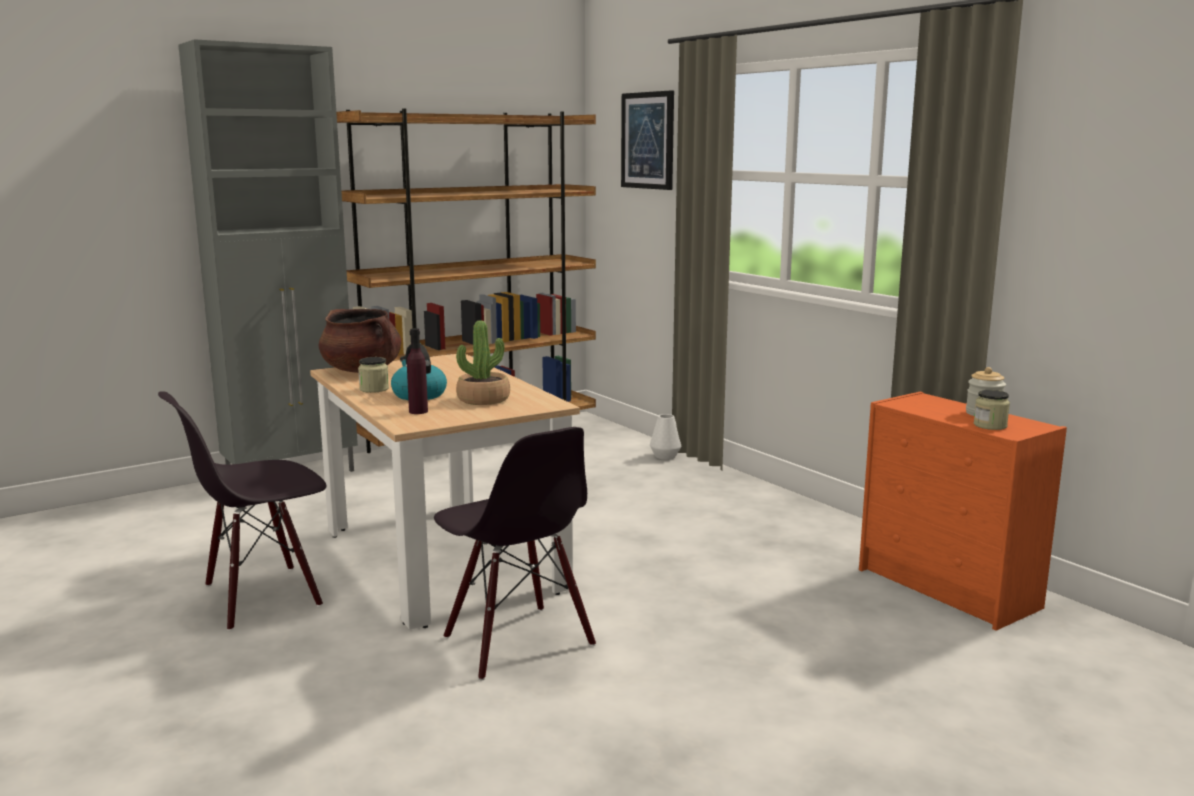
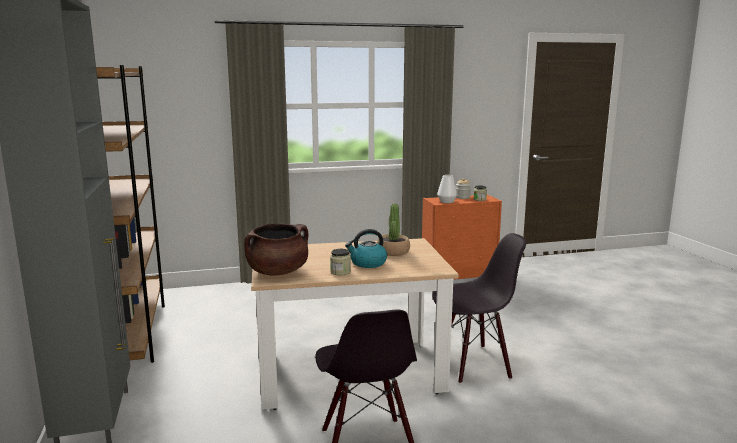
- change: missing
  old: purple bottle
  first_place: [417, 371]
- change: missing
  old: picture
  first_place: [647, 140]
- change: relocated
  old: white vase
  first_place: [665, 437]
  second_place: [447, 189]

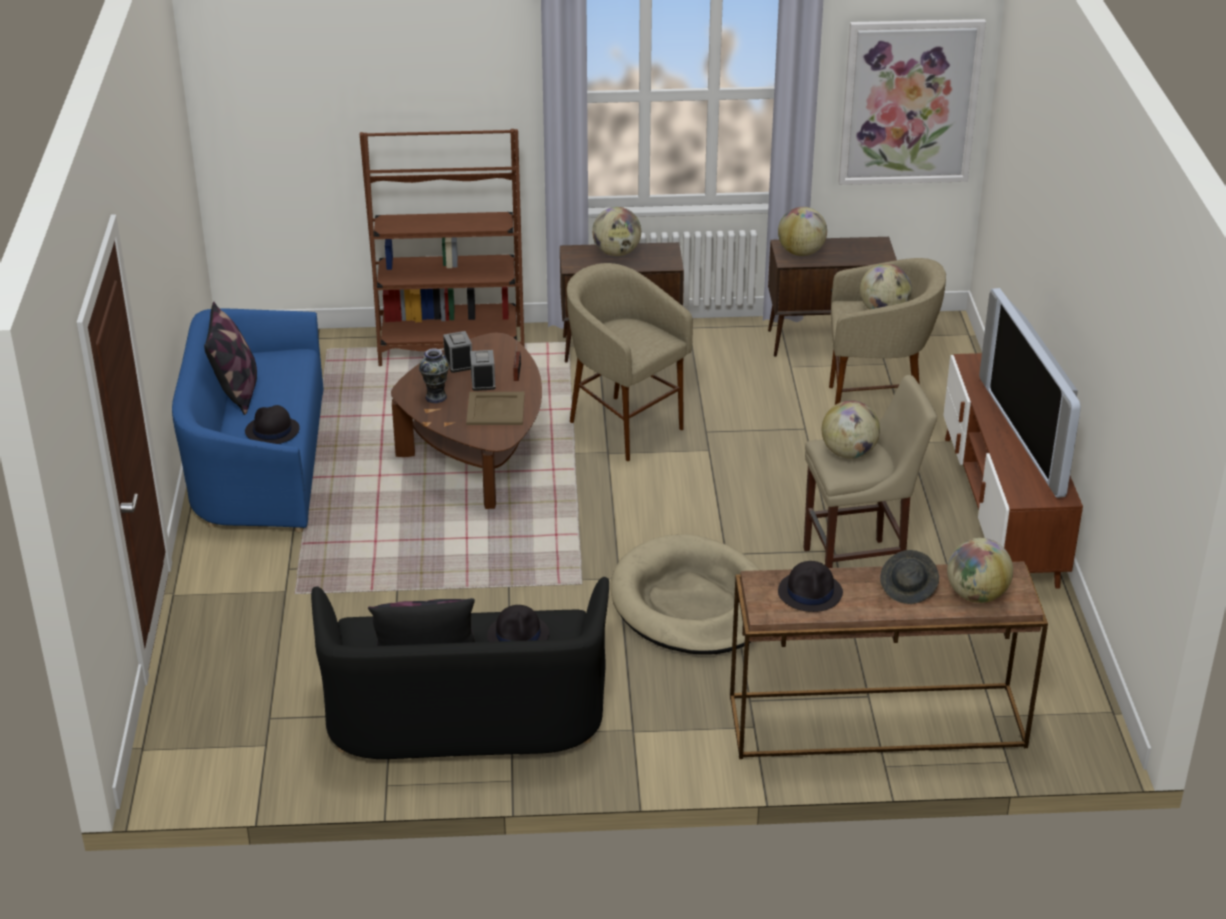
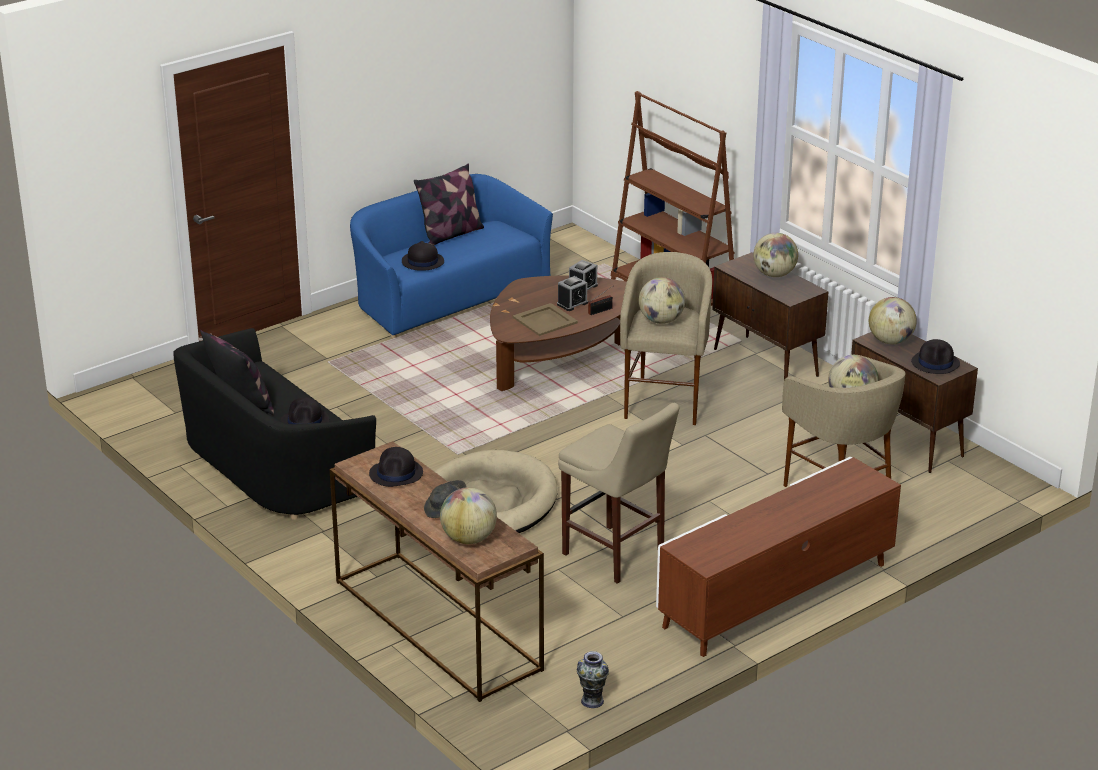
- change: relocated
  old: vase
  first_place: [434, 375]
  second_place: [593, 679]
- change: relocated
  old: globe
  first_place: [851, 429]
  second_place: [662, 300]
- change: missing
  old: picture
  first_place: [912, 102]
- change: missing
  old: television
  first_place: [1030, 393]
- change: appeared
  new: black hat
  second_place: [935, 356]

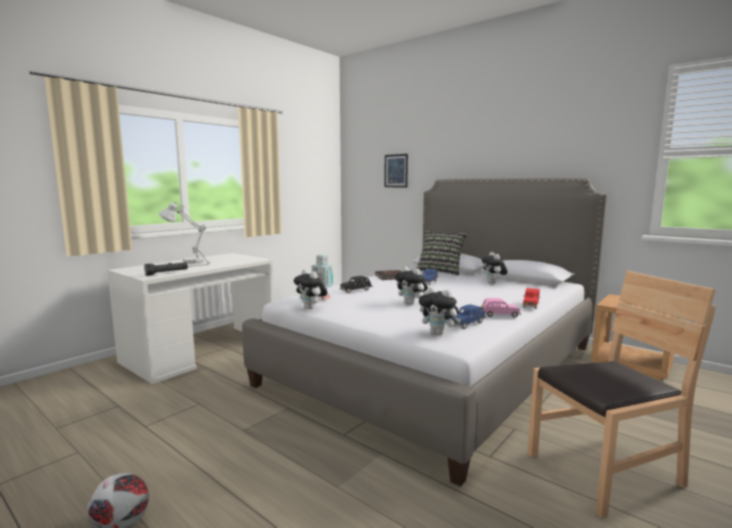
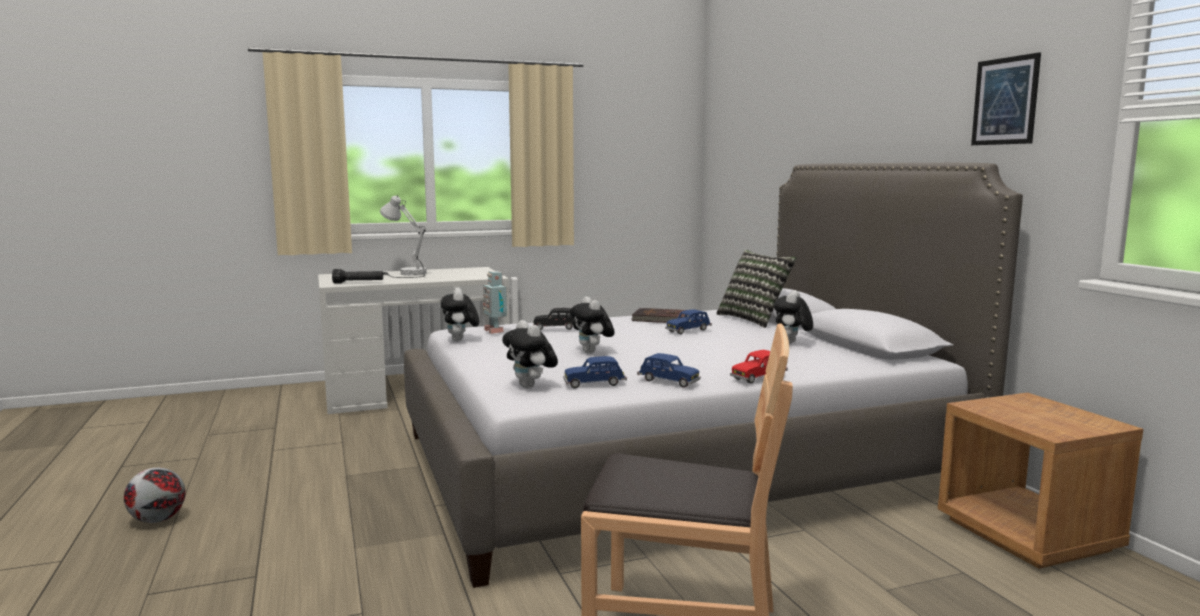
- change: relocated
  old: picture
  first_place: [396, 170]
  second_place: [1006, 98]
- change: colour
  old: pink toy car
  new: blue toy car
  first_place: [501, 308]
  second_place: [669, 370]

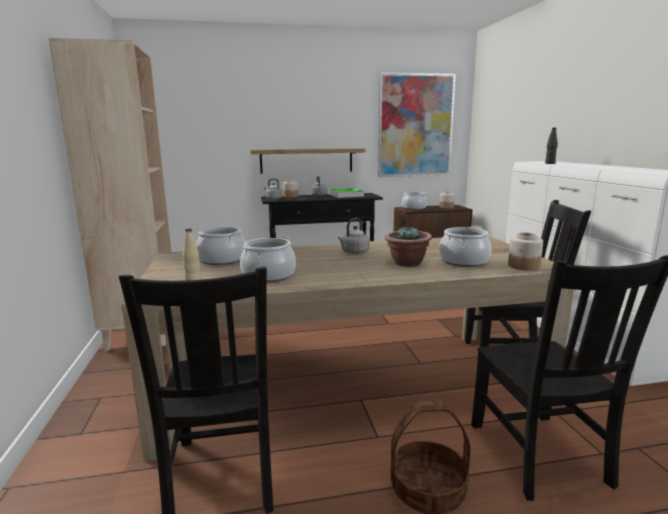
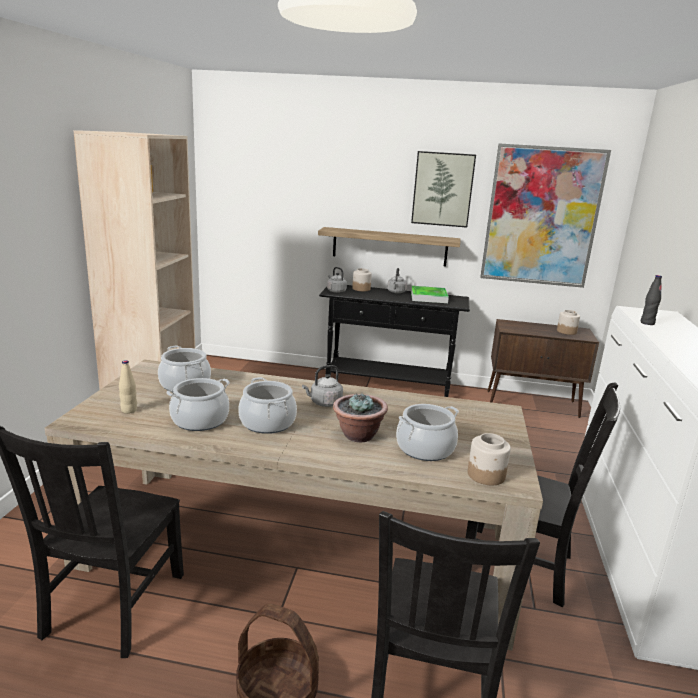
- change: relocated
  old: cooking pot
  first_place: [415, 200]
  second_place: [267, 405]
- change: appeared
  new: picture
  second_place: [443, 189]

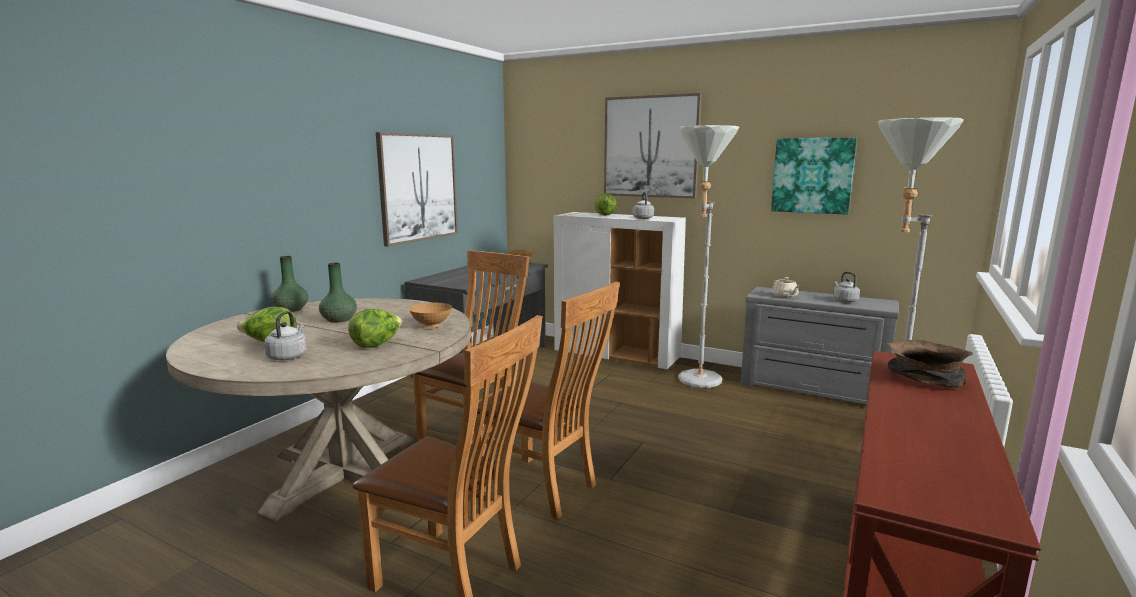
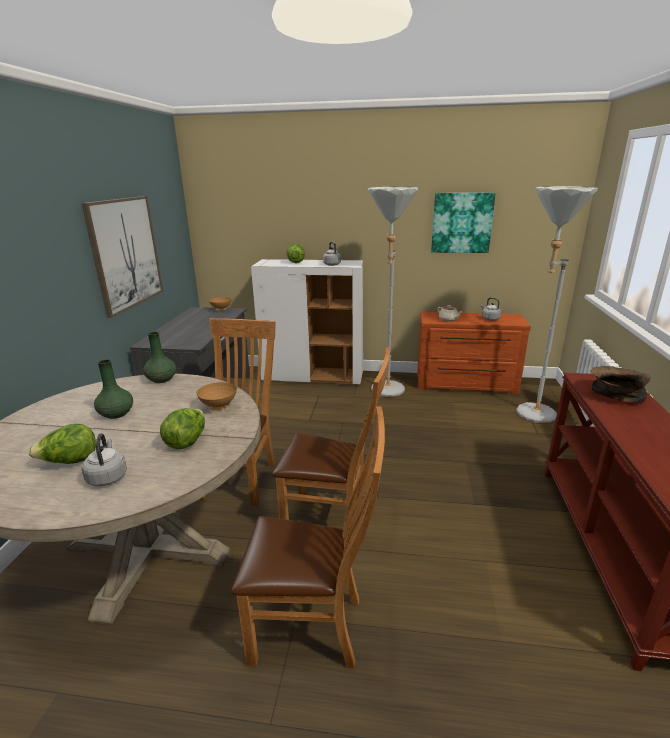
- change: relocated
  old: green vase
  first_place: [290, 284]
  second_place: [159, 357]
- change: missing
  old: picture
  first_place: [653, 145]
- change: colour
  old: grey dresser
  new: brown dresser
  first_place: [819, 346]
  second_place: [474, 353]

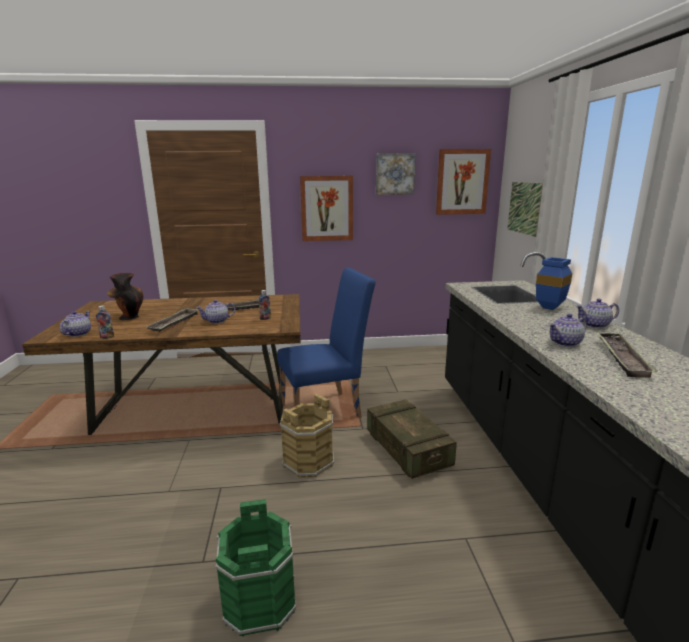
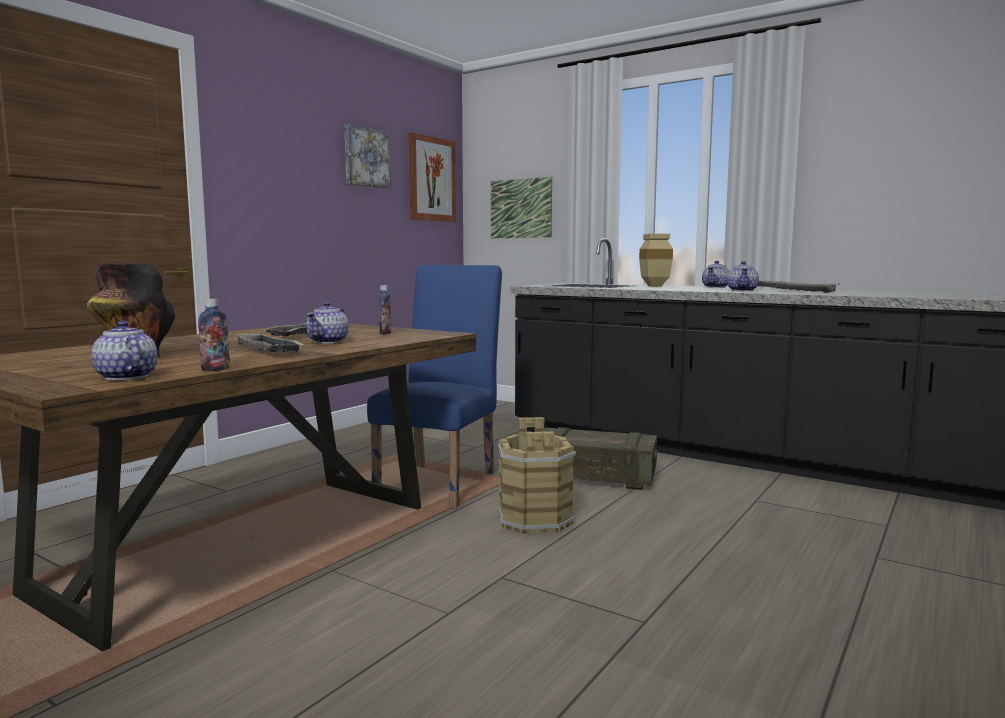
- change: missing
  old: green bucket
  first_place: [256, 568]
- change: missing
  old: picture
  first_place: [326, 208]
- change: colour
  old: blue vase
  new: beige vase
  first_place: [554, 283]
  second_place: [656, 260]

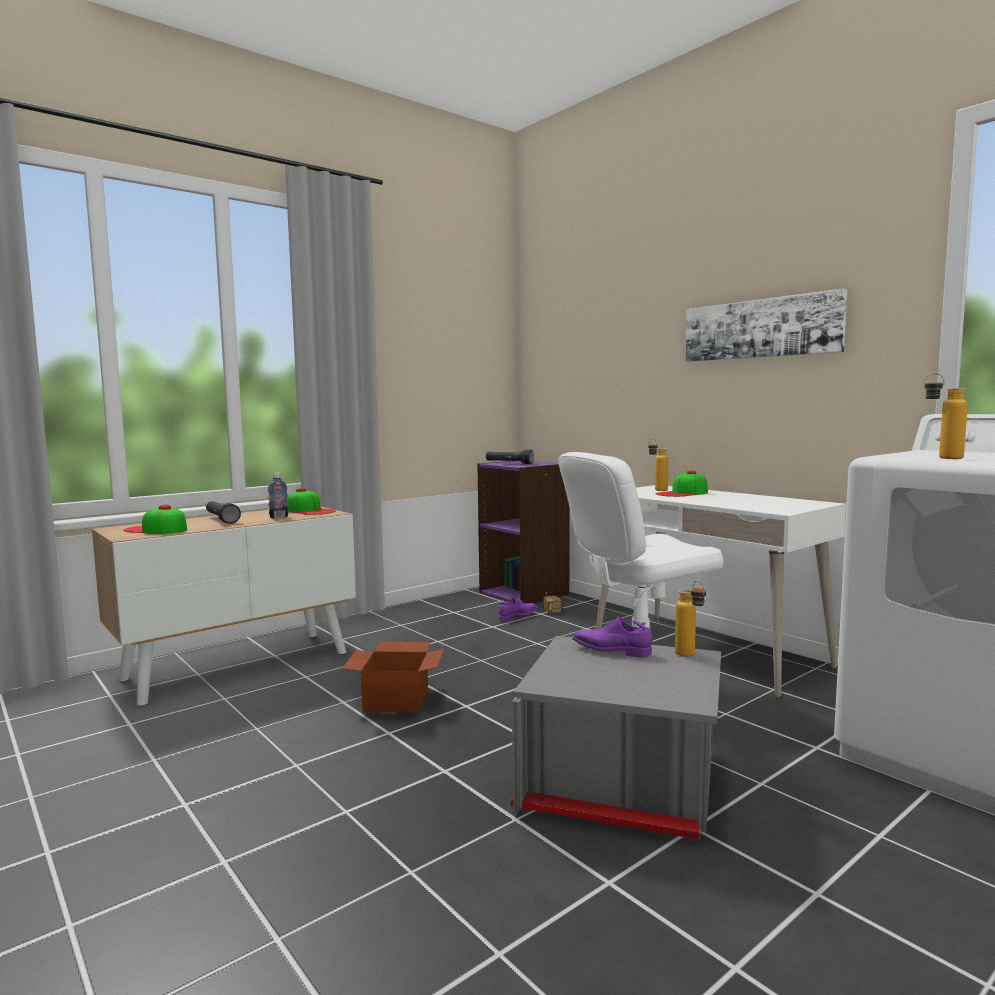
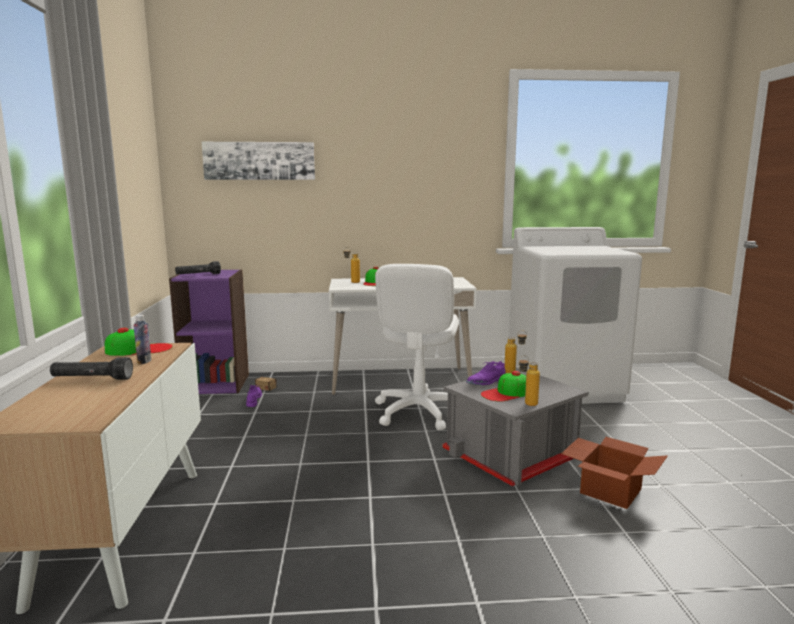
- change: relocated
  old: cap
  first_place: [155, 519]
  second_place: [503, 386]
- change: relocated
  old: cardboard box
  first_place: [393, 677]
  second_place: [614, 473]
- change: relocated
  old: picture
  first_place: [766, 325]
  second_place: [258, 161]
- change: relocated
  old: bottle
  first_place: [945, 416]
  second_place: [529, 380]

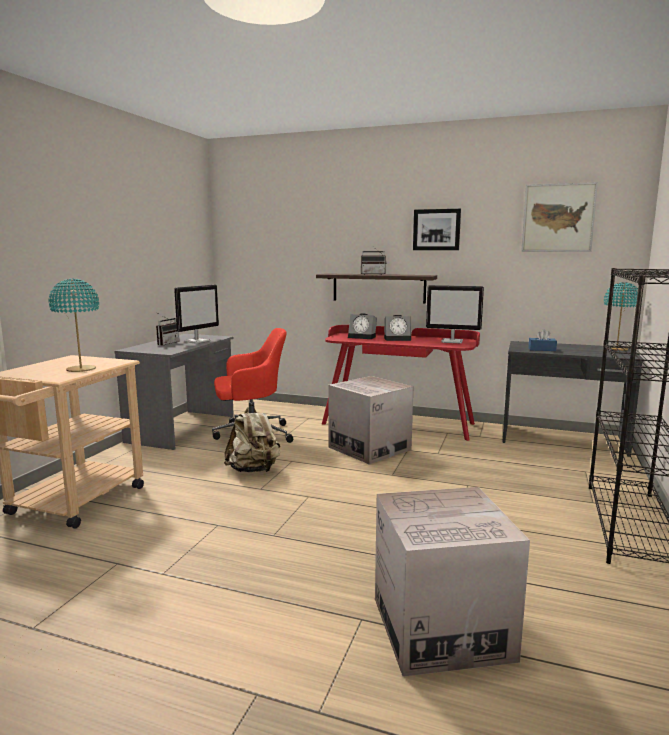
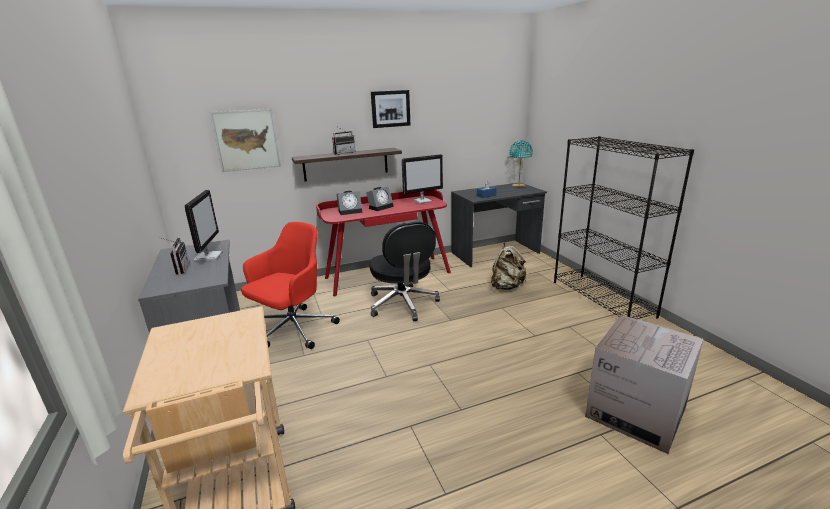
- change: missing
  old: turquoise table lamp
  first_place: [74, 325]
- change: relocated
  old: beige backpack
  first_place: [252, 438]
  second_place: [508, 266]
- change: exchanged
  old: cardboard box
  new: black office chair
  first_place: [371, 420]
  second_place: [405, 271]
- change: relocated
  old: picture
  first_place: [559, 217]
  second_place: [245, 140]

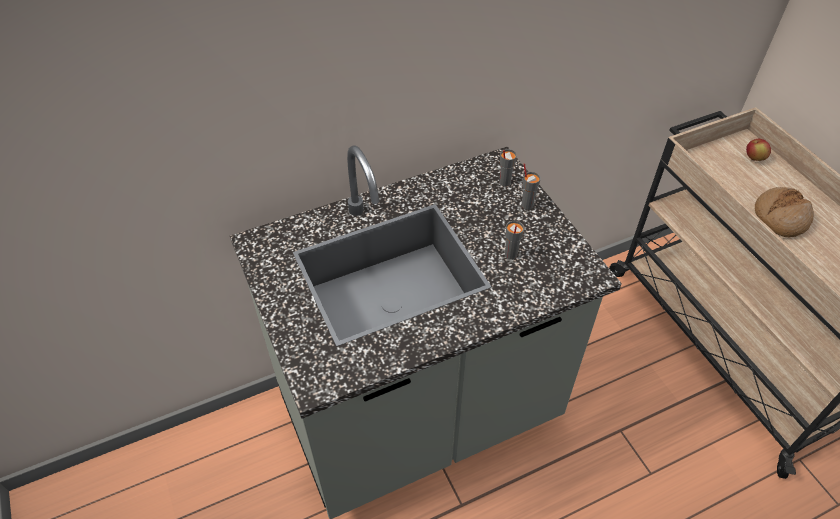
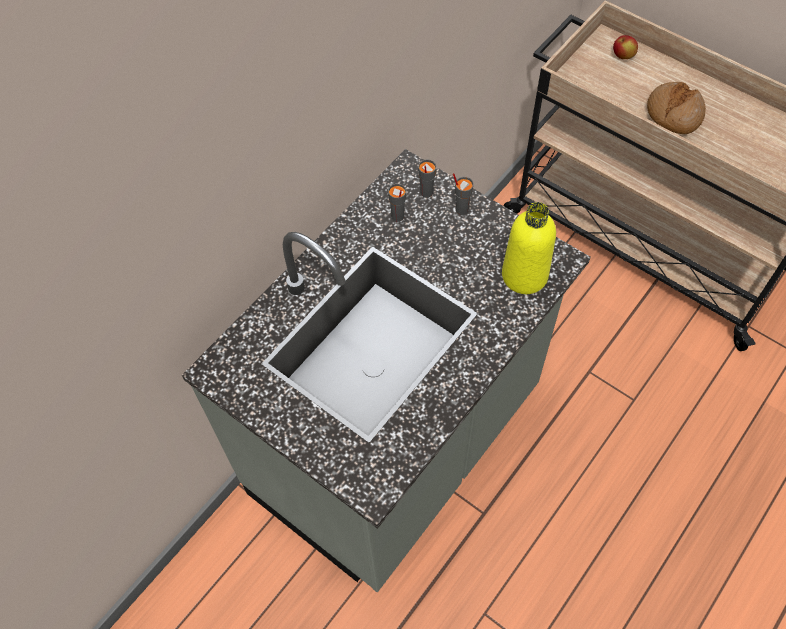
- change: relocated
  old: grey cup
  first_place: [514, 240]
  second_place: [397, 203]
- change: appeared
  new: yellow bottle
  second_place: [529, 248]

